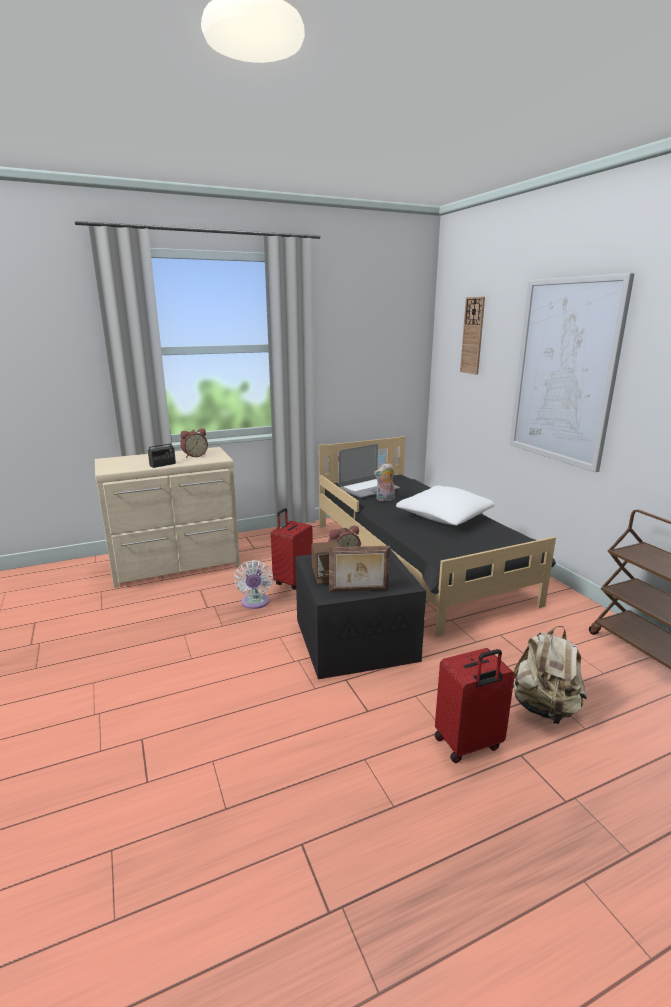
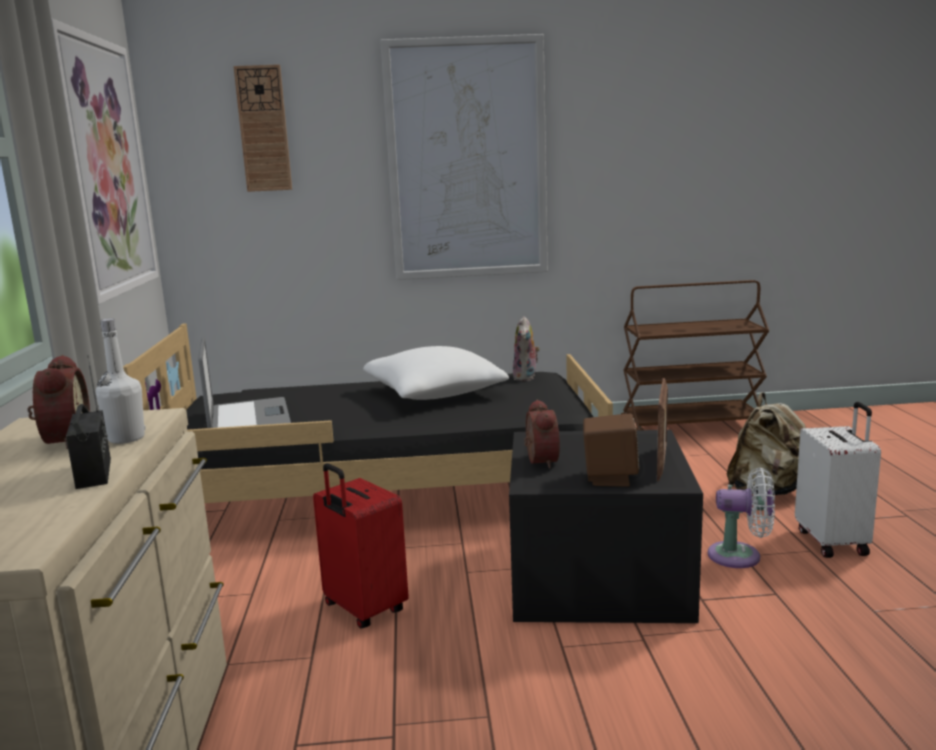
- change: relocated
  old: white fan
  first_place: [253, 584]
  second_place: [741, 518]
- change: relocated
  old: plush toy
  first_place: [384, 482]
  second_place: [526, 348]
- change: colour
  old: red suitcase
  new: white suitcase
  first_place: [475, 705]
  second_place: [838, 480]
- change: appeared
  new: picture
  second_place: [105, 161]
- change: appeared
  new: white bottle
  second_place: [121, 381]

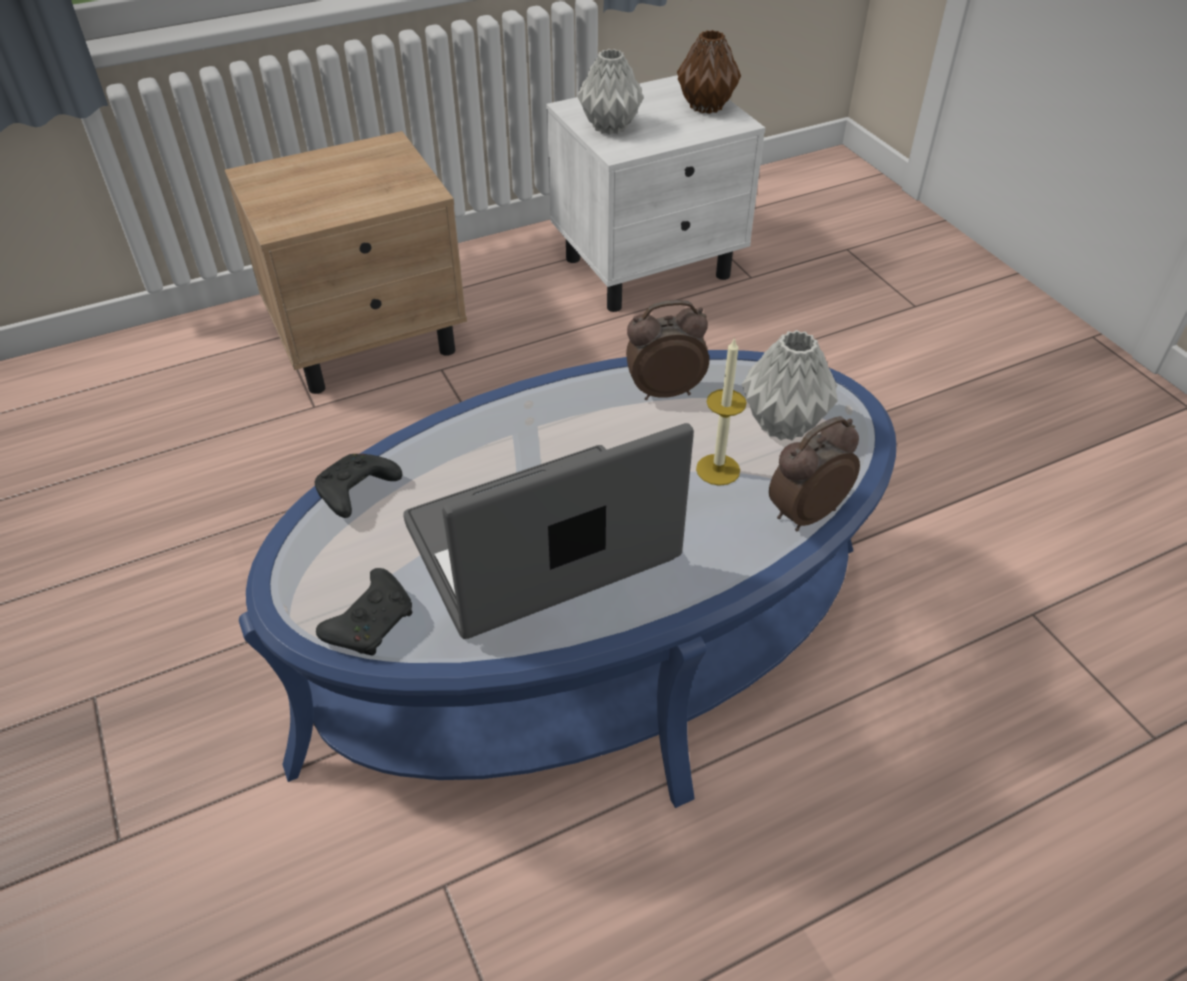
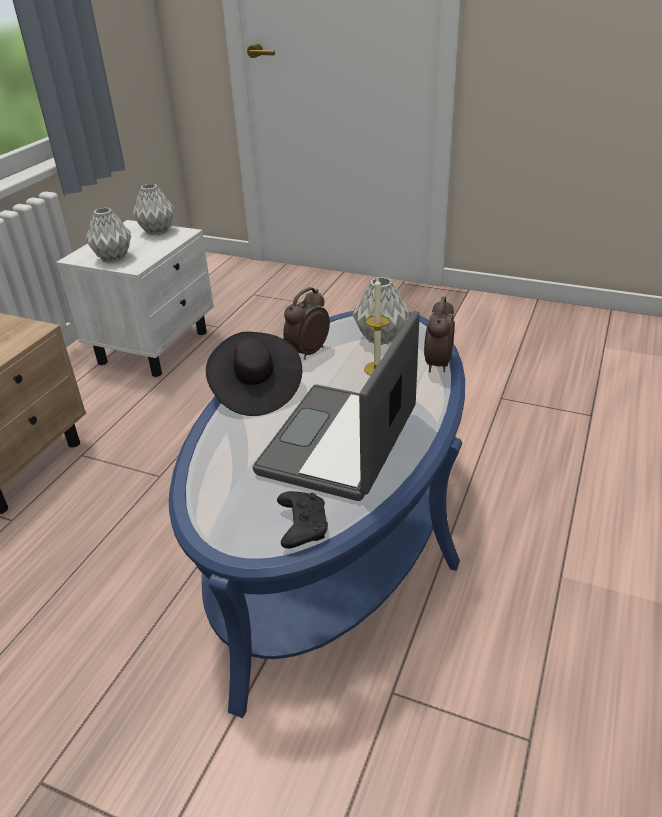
- change: missing
  old: black game controller
  first_place: [358, 486]
- change: colour
  old: brown vase
  new: grey vase
  first_place: [709, 72]
  second_place: [154, 210]
- change: appeared
  new: black hat
  second_place: [254, 373]

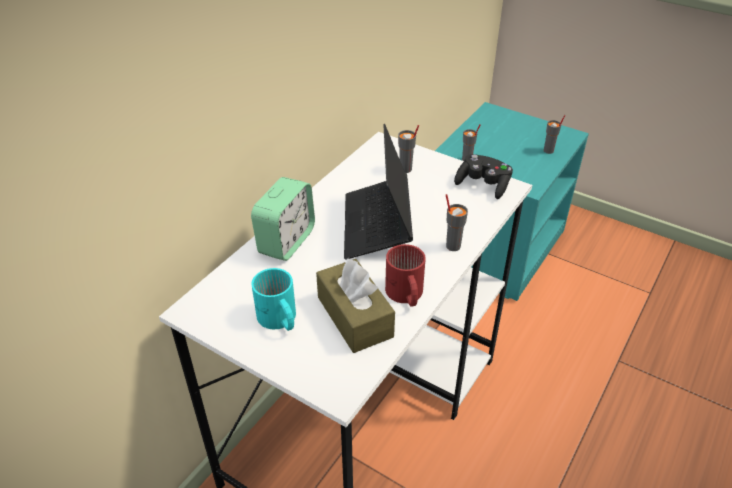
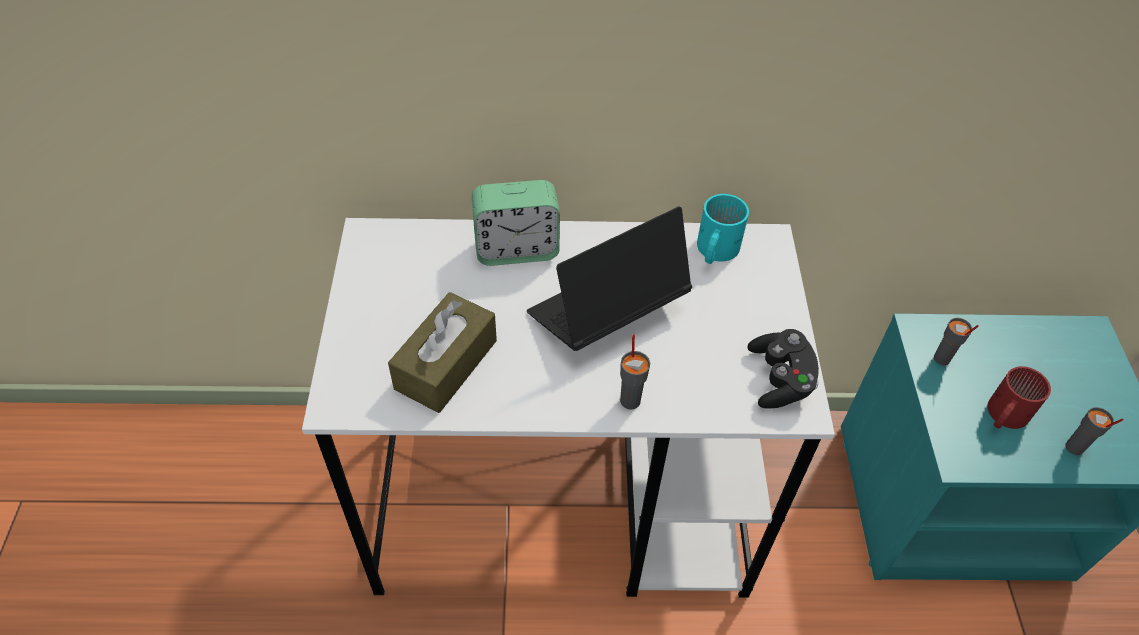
- change: relocated
  old: turquoise mug
  first_place: [273, 299]
  second_place: [723, 229]
- change: relocated
  old: red mug
  first_place: [405, 275]
  second_place: [1019, 397]
- change: missing
  old: grey cup
  first_place: [408, 149]

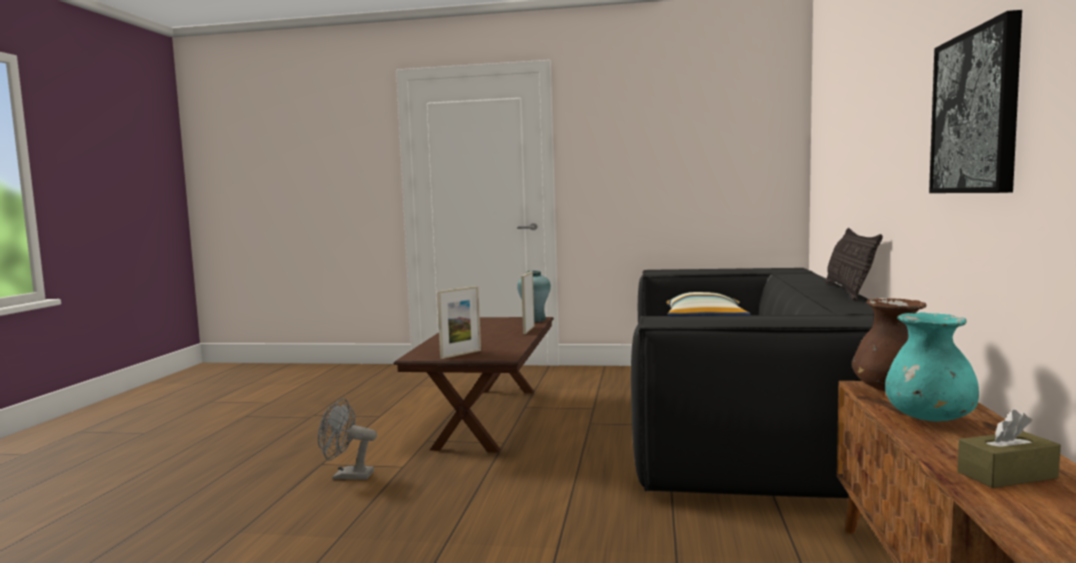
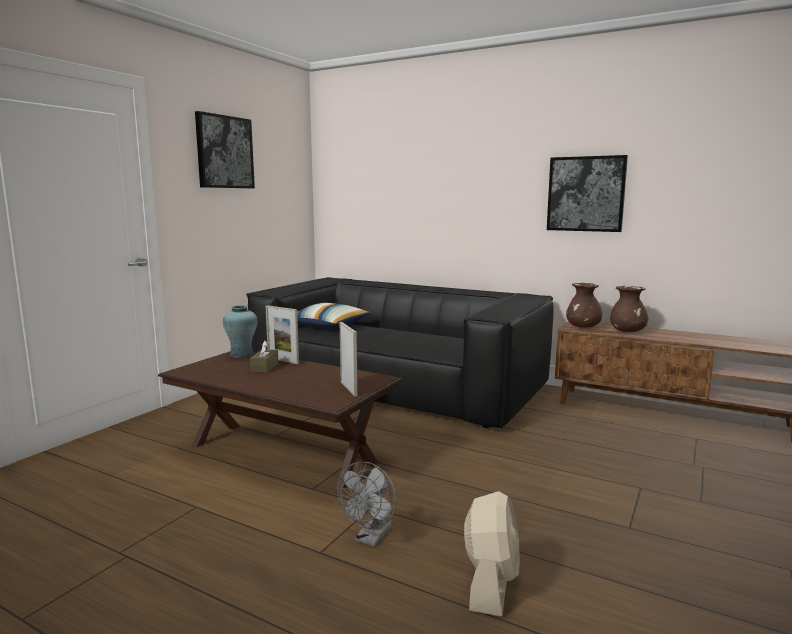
- change: missing
  old: pillow
  first_place: [854, 264]
- change: colour
  old: turquoise vase
  new: brown vase
  first_place: [932, 367]
  second_place: [629, 309]
- change: relocated
  old: brown tissue box
  first_place: [1009, 448]
  second_place: [264, 356]
- change: appeared
  new: picture
  second_place: [225, 149]
- change: appeared
  new: beige fan
  second_place: [492, 554]

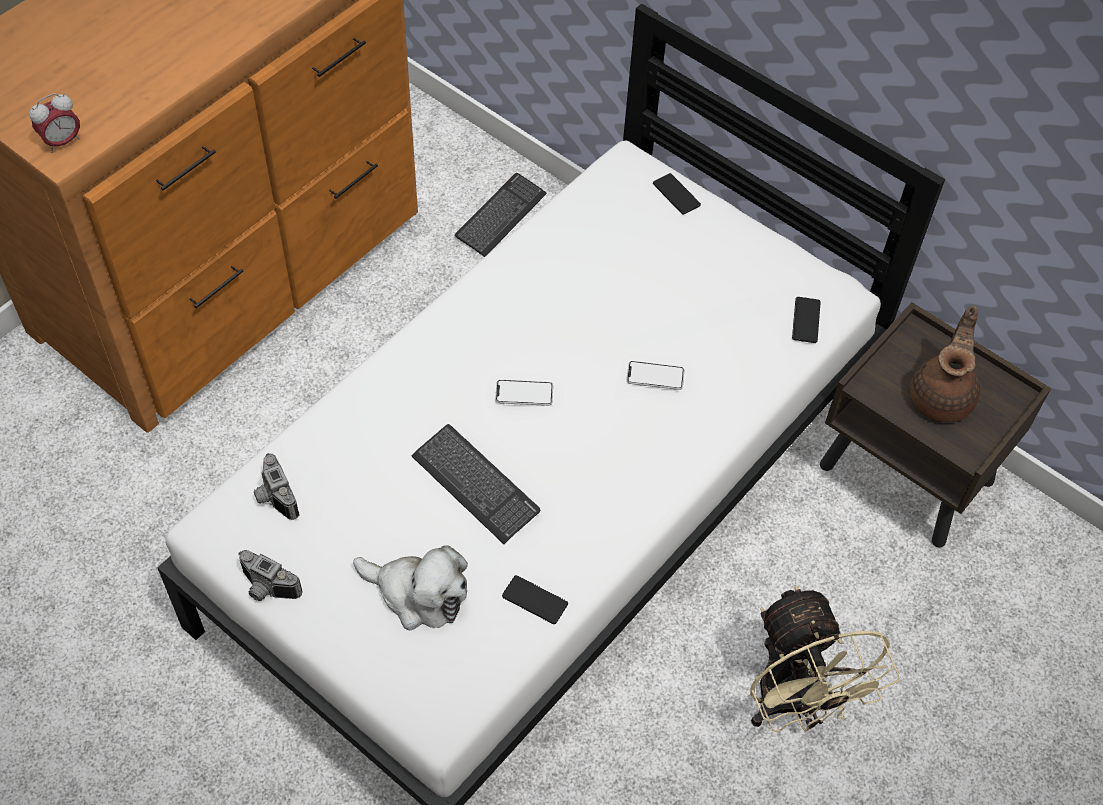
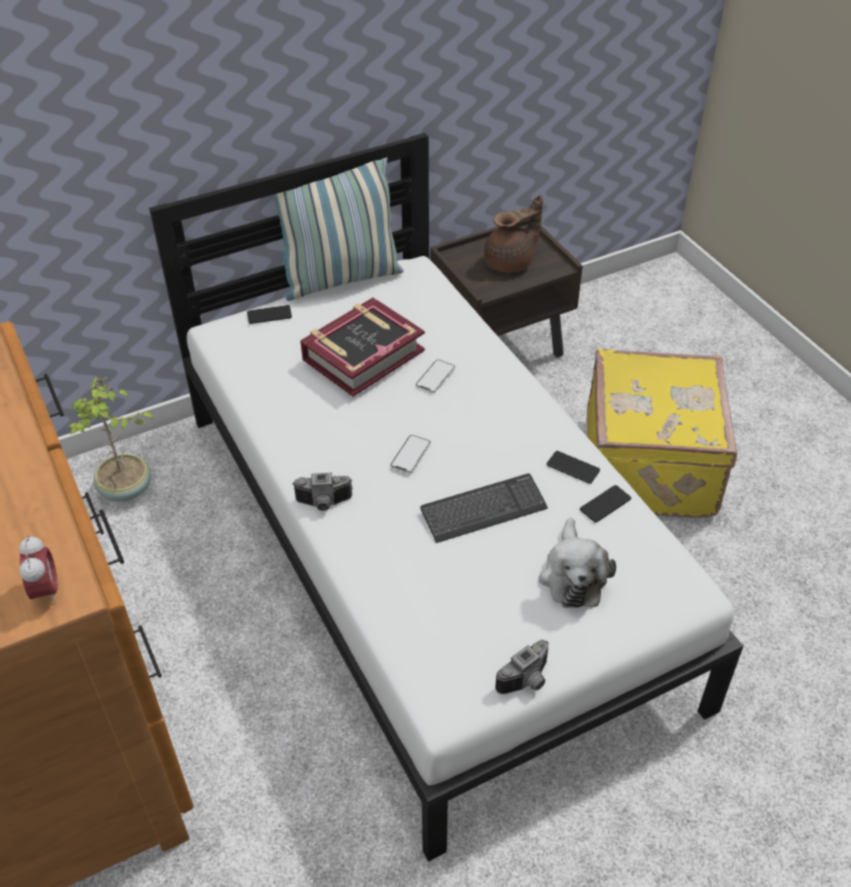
- change: relocated
  old: photo camera
  first_place: [276, 486]
  second_place: [322, 492]
- change: spun
  old: plush toy
  first_place: [410, 587]
  second_place: [577, 563]
  degrees: 135
- change: exchanged
  old: keyboard
  new: potted plant
  first_place: [501, 215]
  second_place: [111, 439]
- change: exchanged
  old: beige fan
  new: yellow suitcase
  first_place: [825, 658]
  second_place: [662, 433]
- change: relocated
  old: phone
  first_place: [806, 320]
  second_place: [573, 467]
- change: spun
  old: brown teapot
  first_place: [945, 363]
  second_place: [513, 234]
  degrees: 105
- change: appeared
  new: pillow
  second_place: [338, 229]
- change: appeared
  new: book
  second_place: [362, 347]

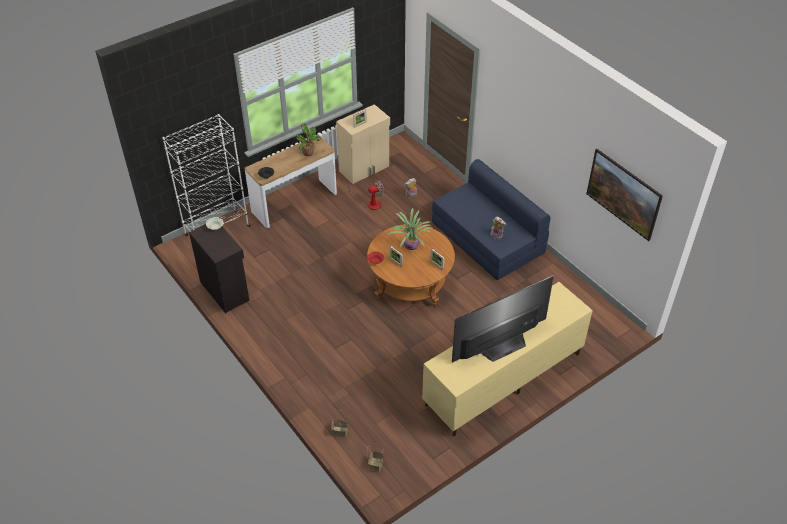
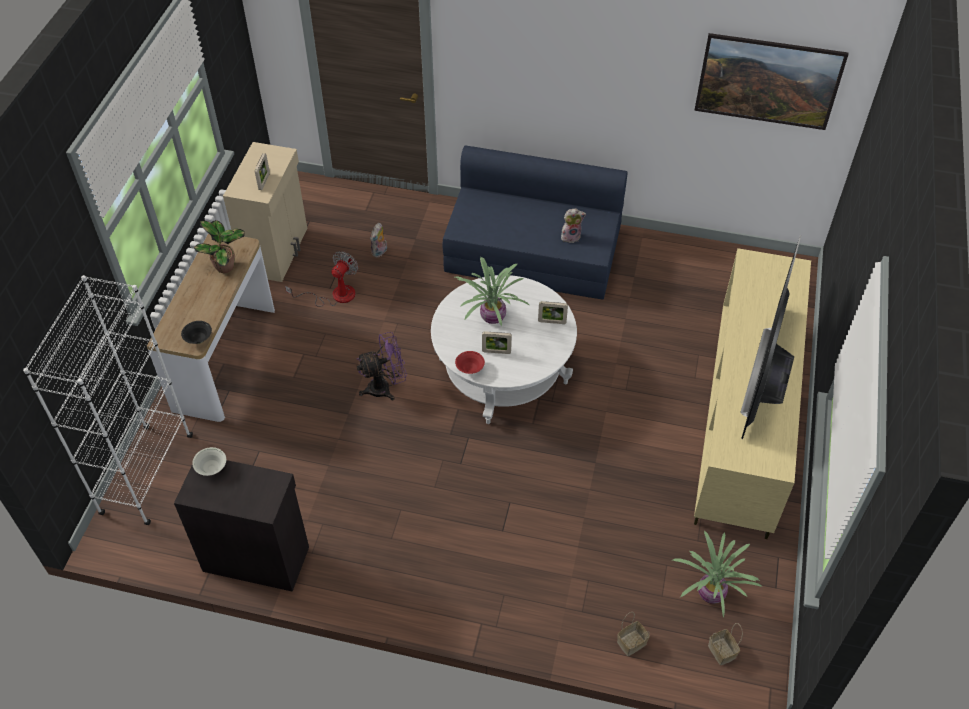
- change: colour
  old: brown coffee table
  new: white coffee table
  first_place: [411, 265]
  second_place: [504, 349]
- change: appeared
  new: purple fan
  second_place: [382, 366]
- change: appeared
  new: potted plant
  second_place: [717, 574]

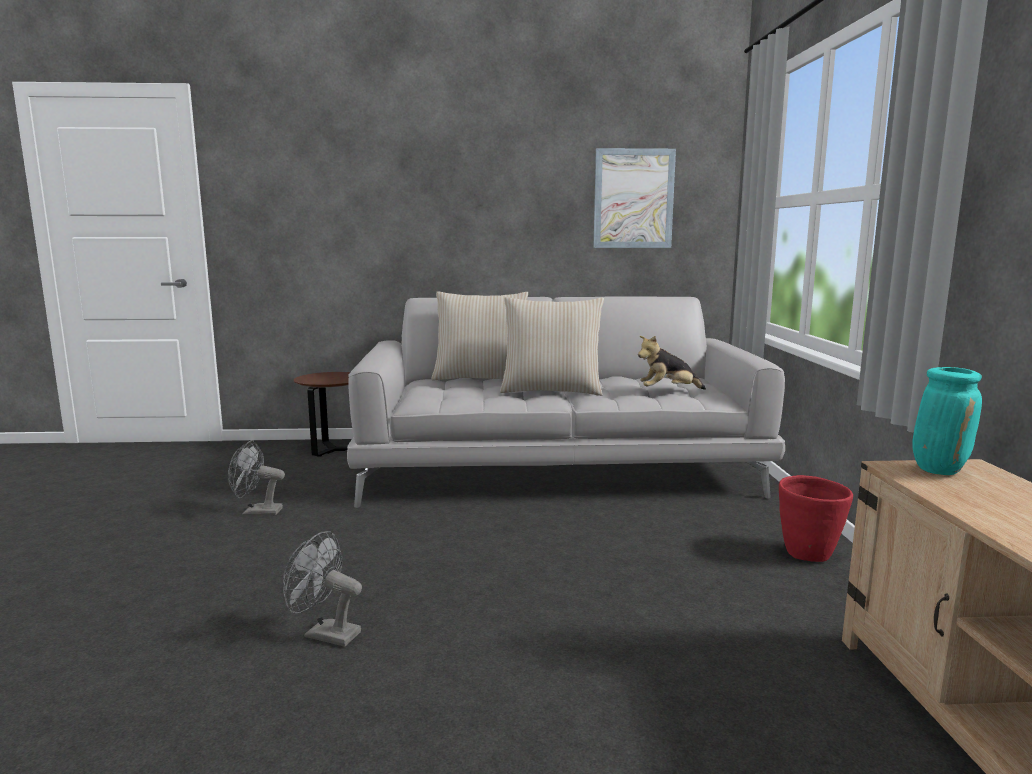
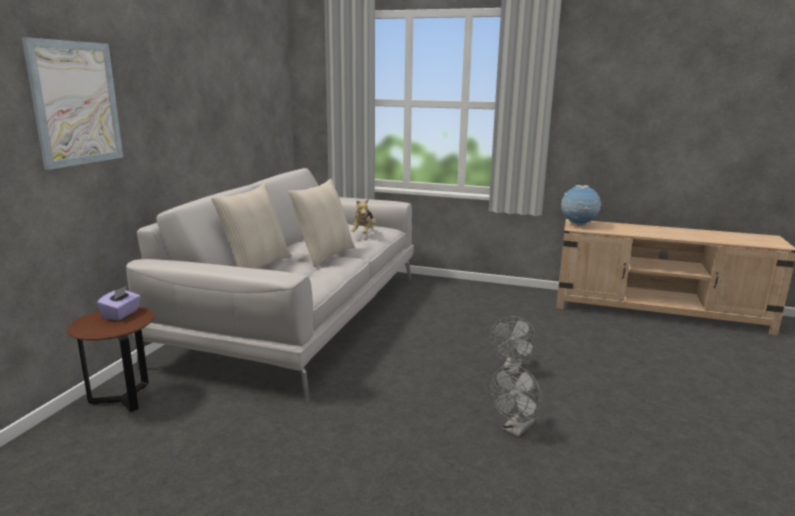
- change: relocated
  old: grey fan
  first_place: [256, 478]
  second_place: [513, 345]
- change: relocated
  old: picture
  first_place: [634, 198]
  second_place: [72, 103]
- change: missing
  old: red planter
  first_place: [816, 518]
- change: exchanged
  old: turquoise vase
  new: globe
  first_place: [947, 421]
  second_place: [581, 205]
- change: appeared
  new: purple tissue box
  second_place: [119, 303]

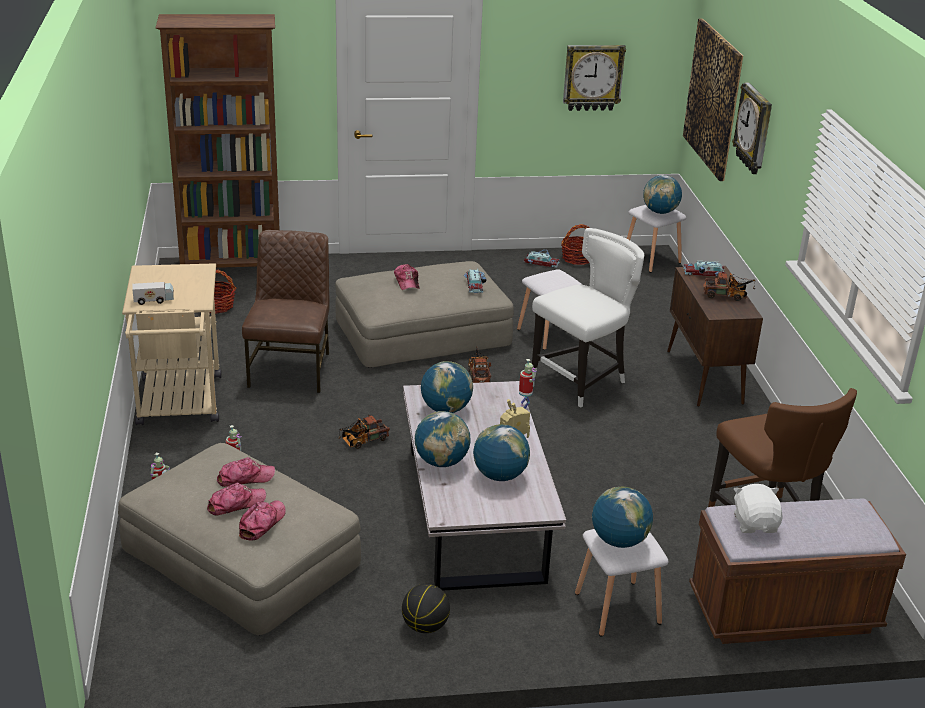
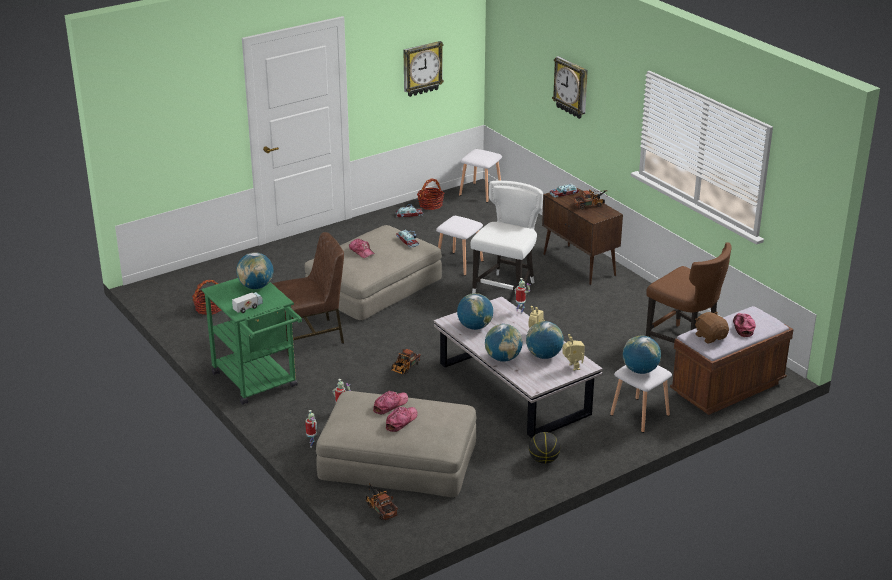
- change: colour
  old: beige cart
  new: green cart
  first_place: [172, 344]
  second_place: [252, 341]
- change: missing
  old: brown bookcase
  first_place: [217, 141]
- change: relocated
  old: cap
  first_place: [262, 520]
  second_place: [744, 325]
- change: spun
  old: brown chair
  first_place: [286, 311]
  second_place: [308, 294]
  degrees: 90
- change: relocated
  old: toy truck
  first_place: [479, 365]
  second_place: [382, 501]
- change: relocated
  old: globe
  first_place: [662, 194]
  second_place: [254, 270]
- change: missing
  old: picture
  first_place: [713, 100]
- change: colour
  old: white plush toy
  new: brown plush toy
  first_place: [758, 508]
  second_place: [712, 328]
- change: appeared
  new: toy robot
  second_place: [573, 352]

